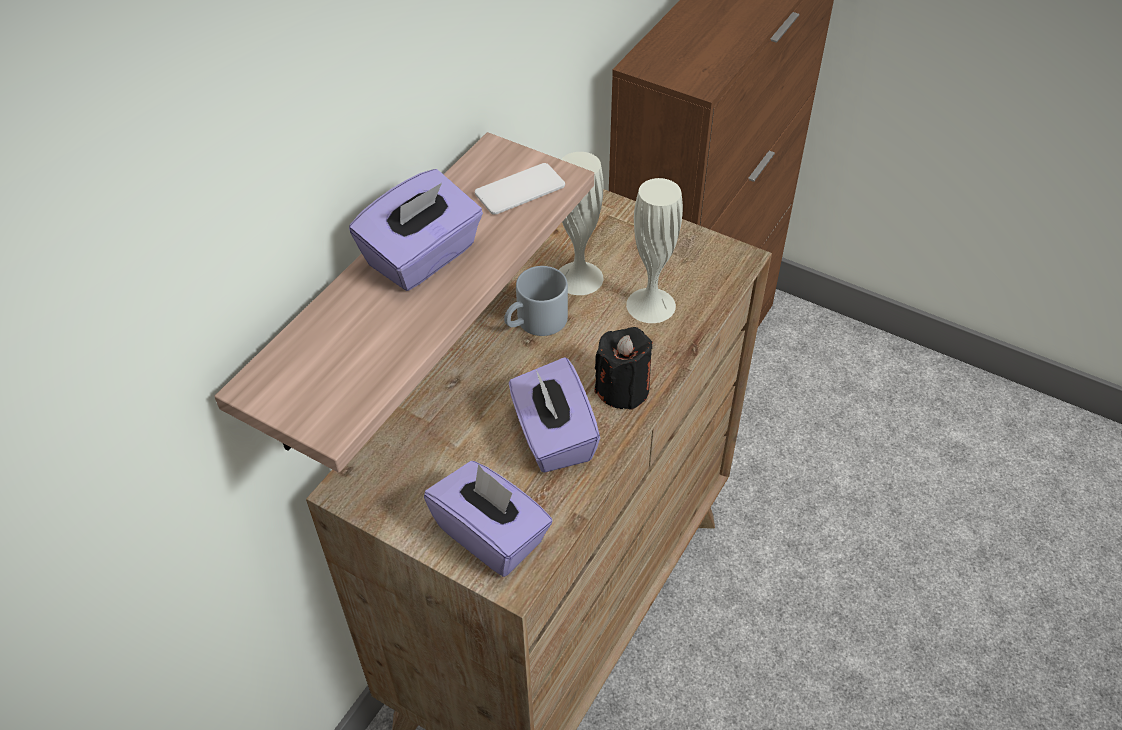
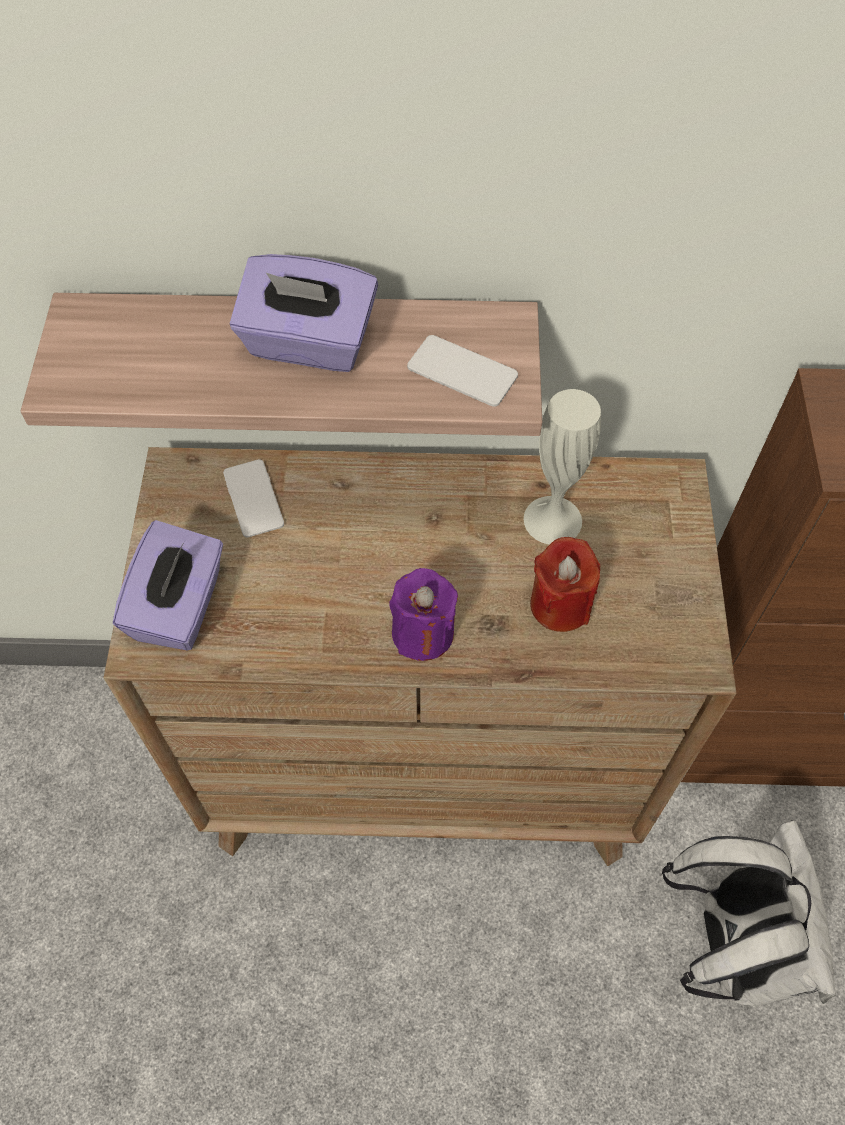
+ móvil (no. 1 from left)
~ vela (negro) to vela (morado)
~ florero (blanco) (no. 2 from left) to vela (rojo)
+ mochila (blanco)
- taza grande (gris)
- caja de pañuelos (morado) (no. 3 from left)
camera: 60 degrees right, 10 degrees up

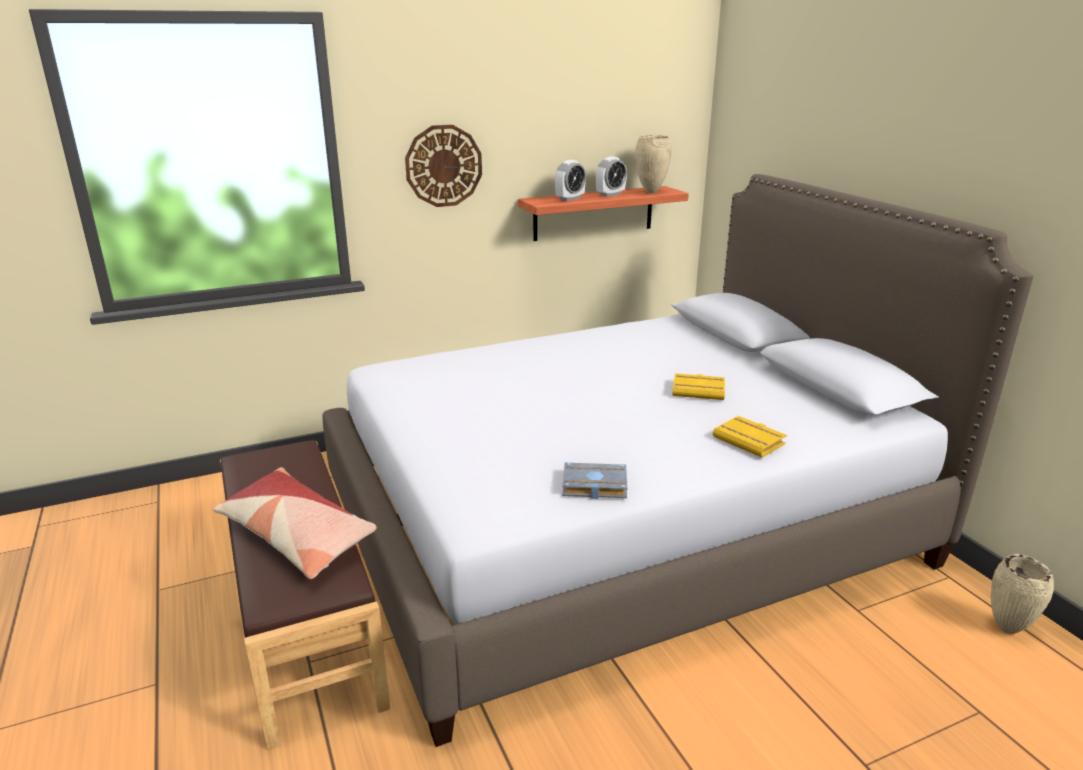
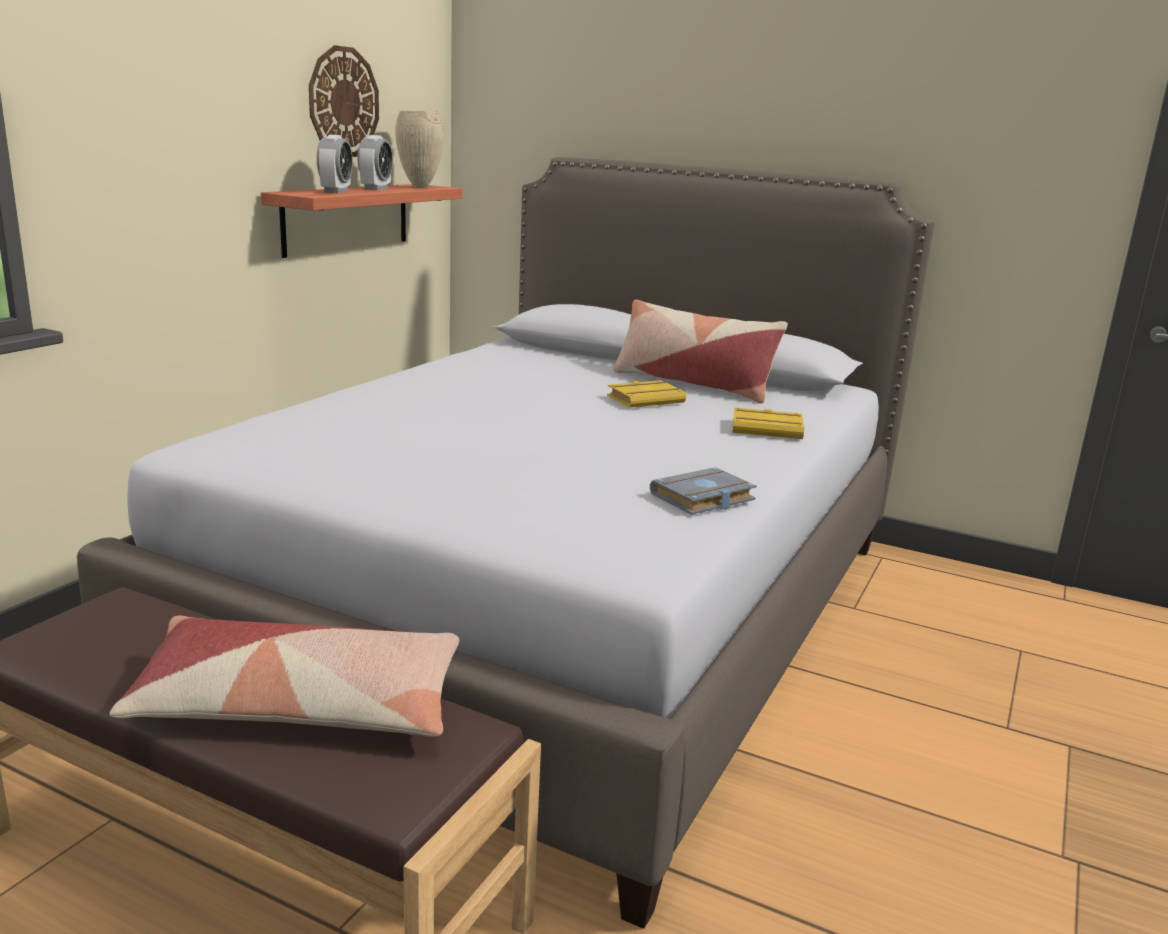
~ reloj de pared
+ cojín (no. 2 from left)
- florero (beis) (no. 2 from left)
camera: 40 degrees left, 5 degrees down

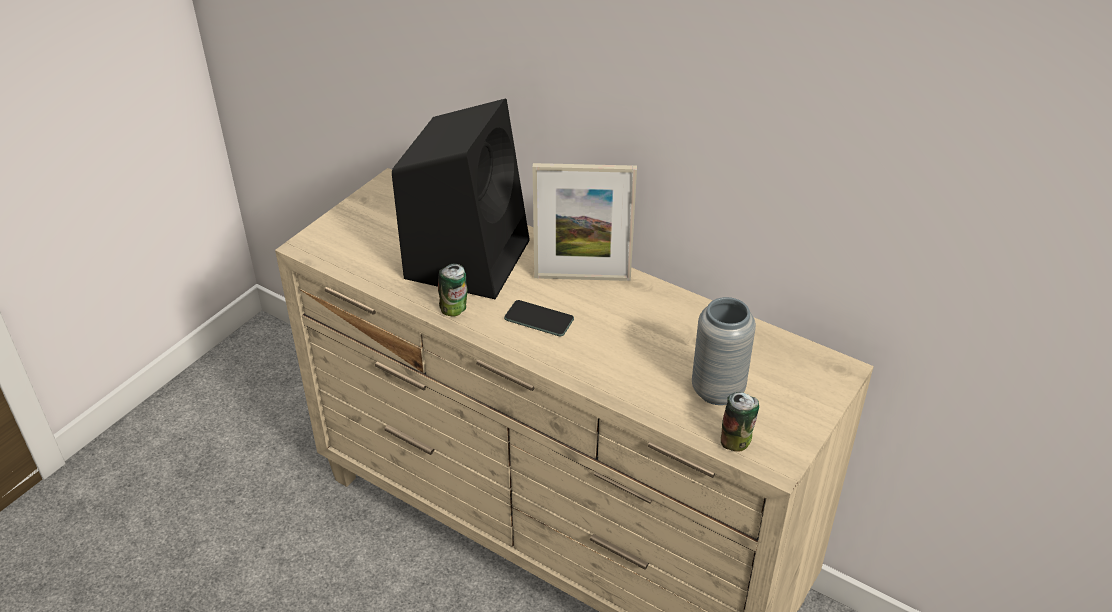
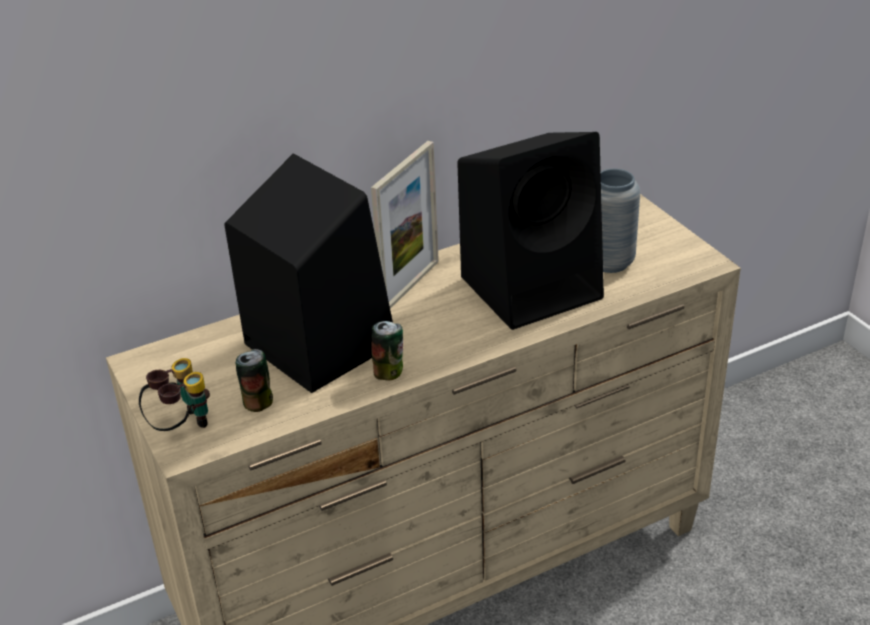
+ prismáticos
~ lata (no. 2 from left in the first image) to lata (no. 1 from left)
+ altavoz (negro) (no. 2 from left)
- móvil
camera: 60 degrees left, 5 degrees down

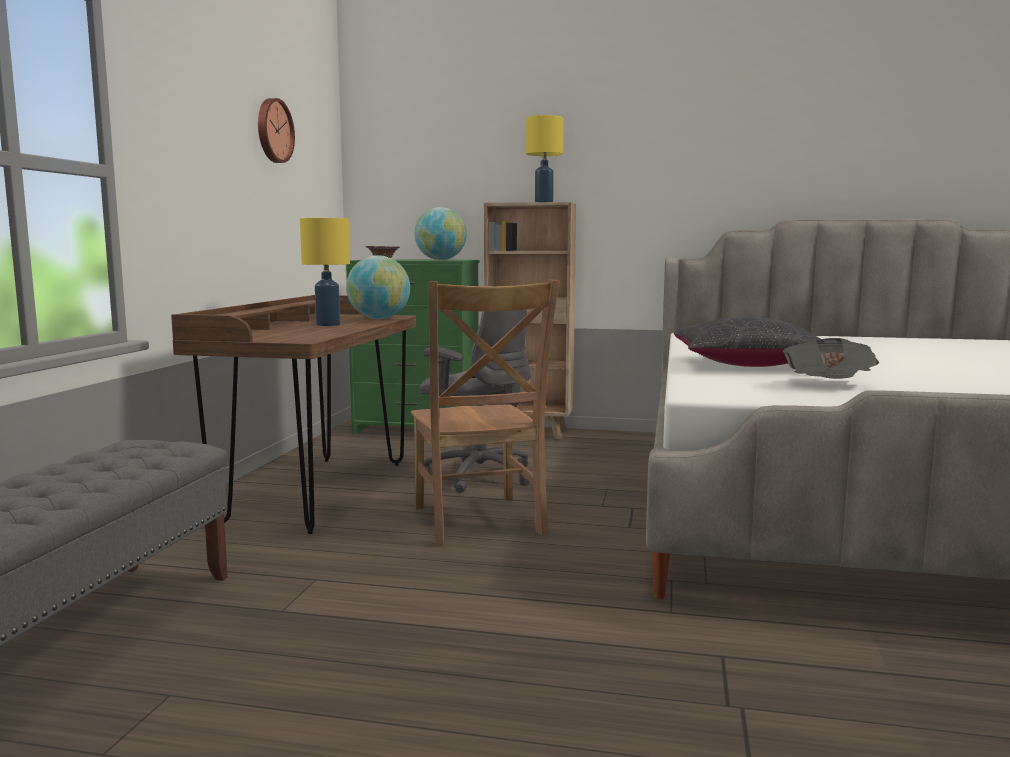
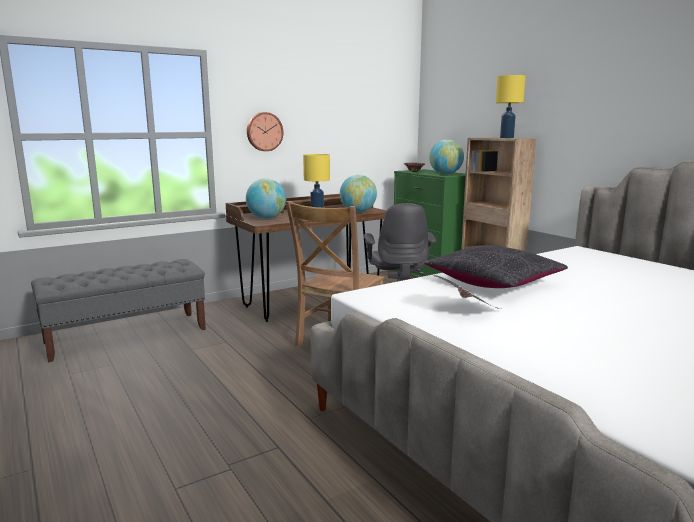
+ globo terráqueo (no. 1 from left)
~ reloj de pared
camera: 45 degrees right, 5 degrees up

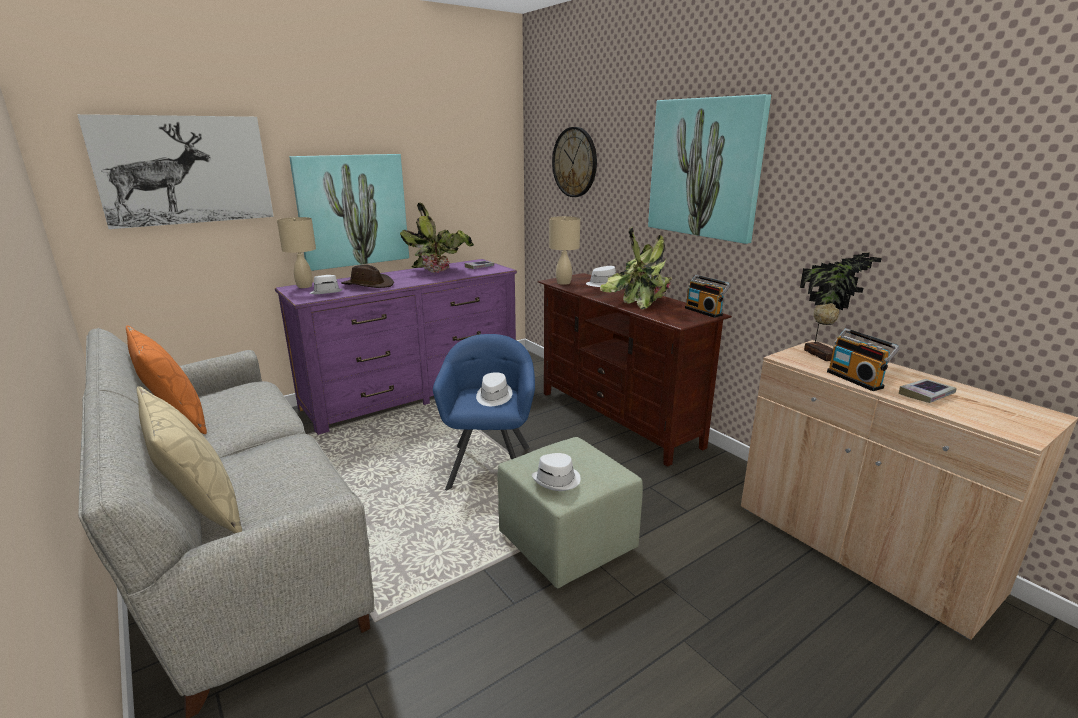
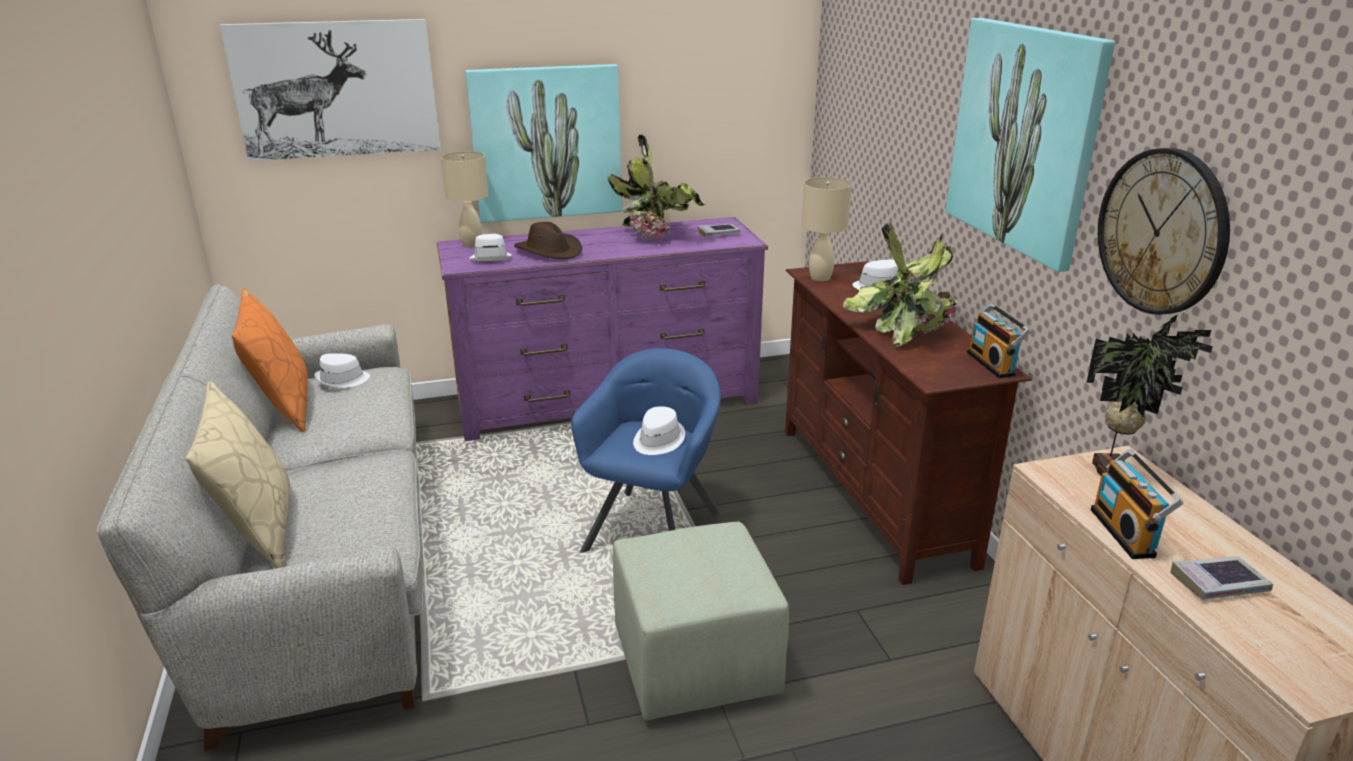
~ sombrero (blanco) (no. 3 from left in the first image) to sombrero (blanco) (no. 1 from left)
~ reloj de pared
camera: 20 degrees right, 5 degrees up

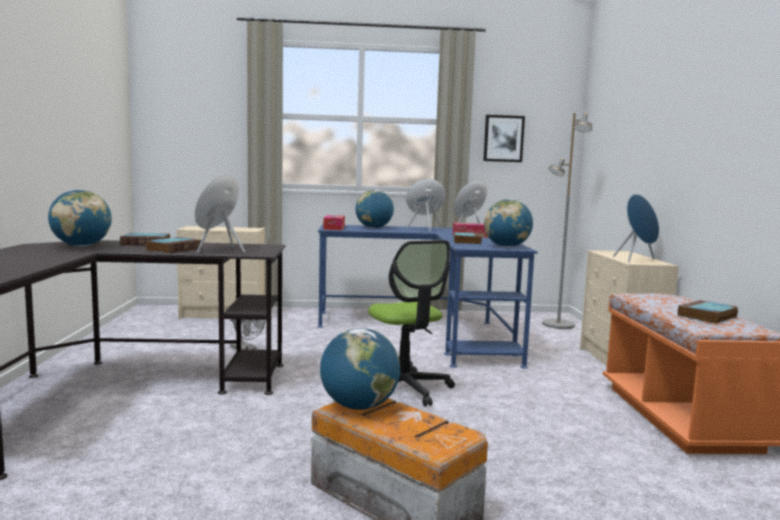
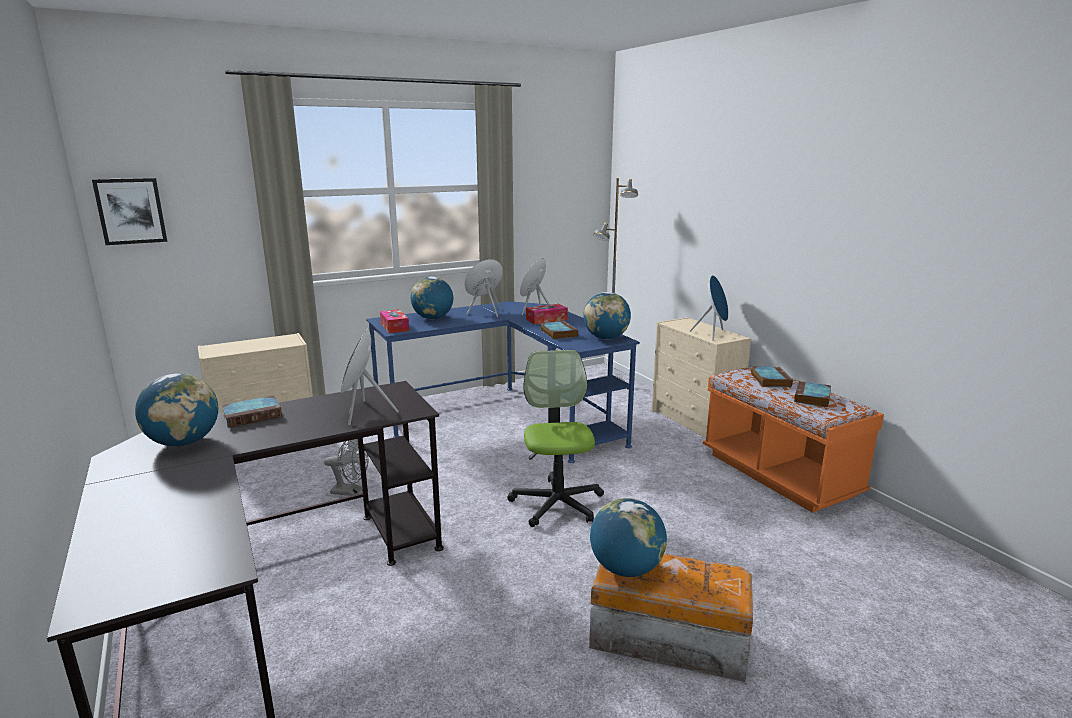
~ cuadro
~ silla de oficina 135 degrees counterclockwise
~ libro (no. 2 from left in the first image) to libro (no. 3 from left)
camera: 25 degrees left, 10 degrees up

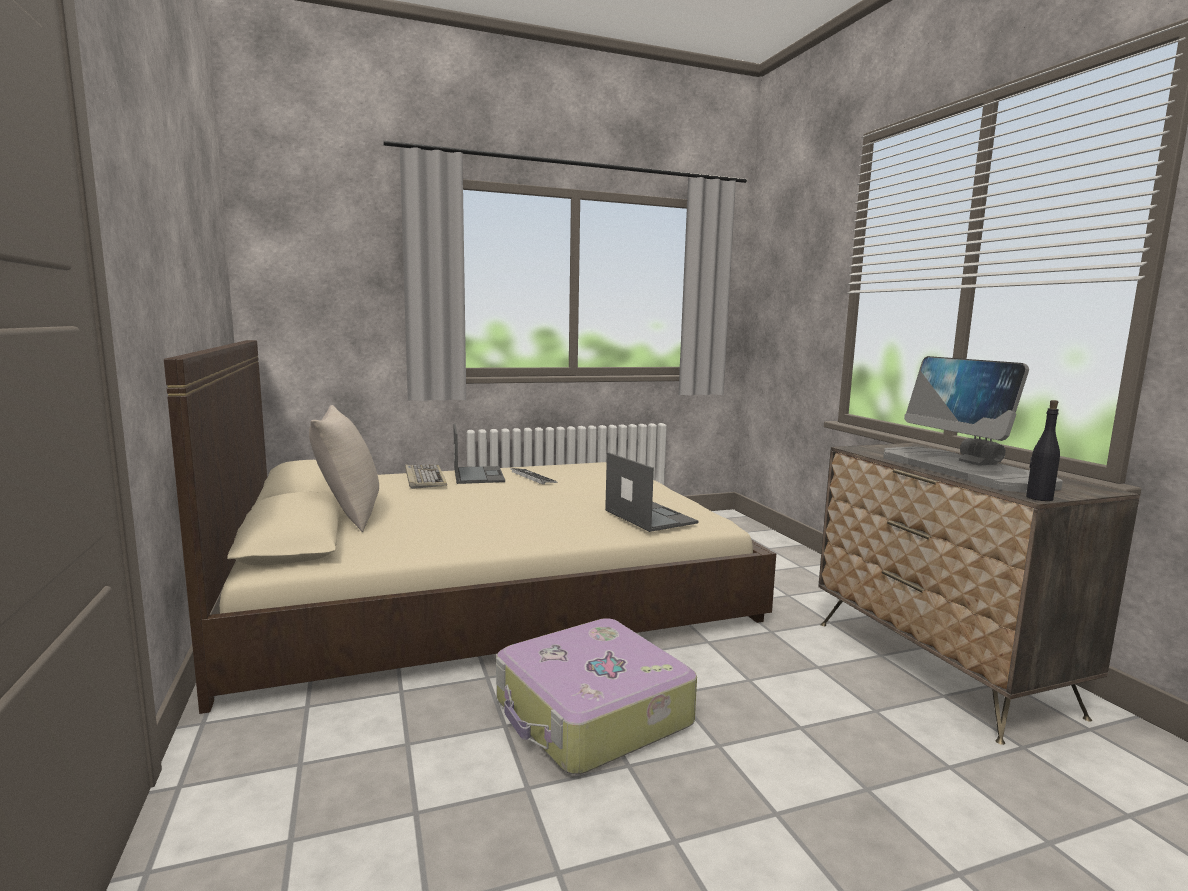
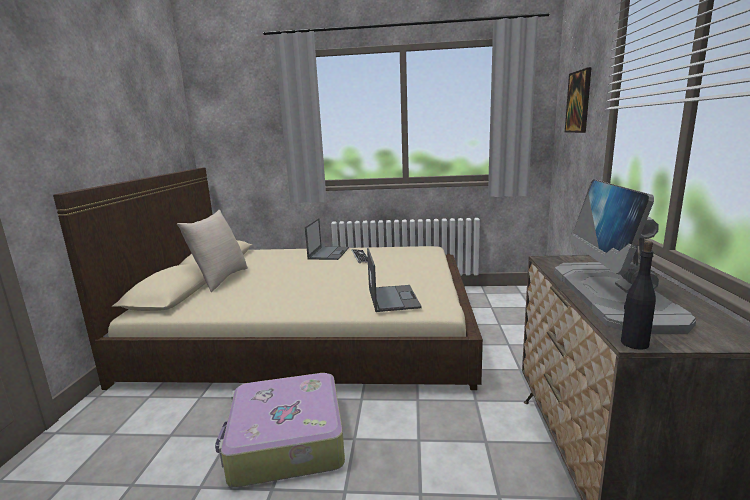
+ cuadro
- teclado (no. 1 from left)
camera: 25 degrees right, 5 degrees up

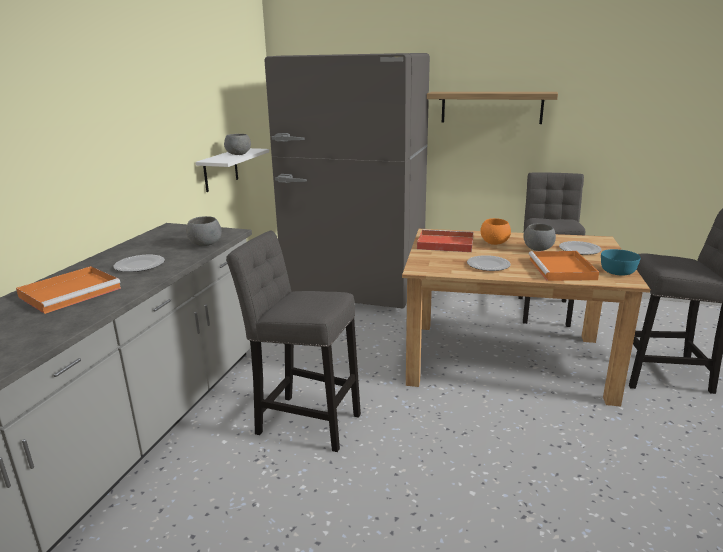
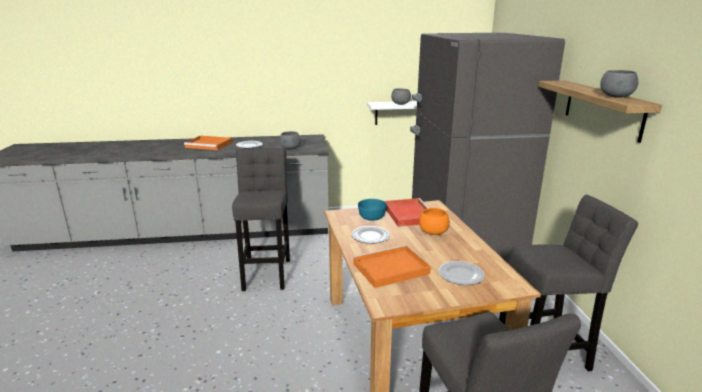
~ cuenco (turquesa)
~ cuenco (gris) (no. 3 from left)
camera: 65 degrees right, 0 degrees up

